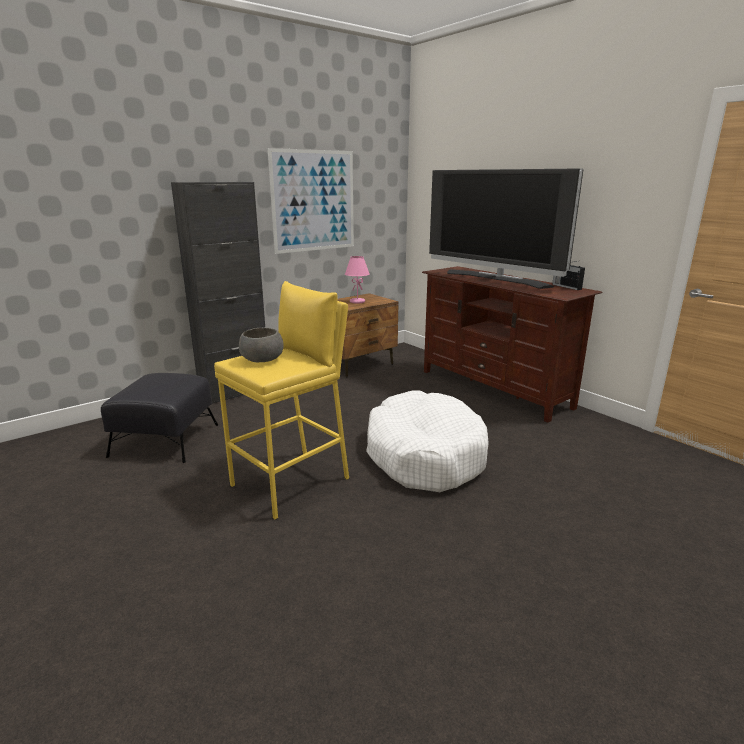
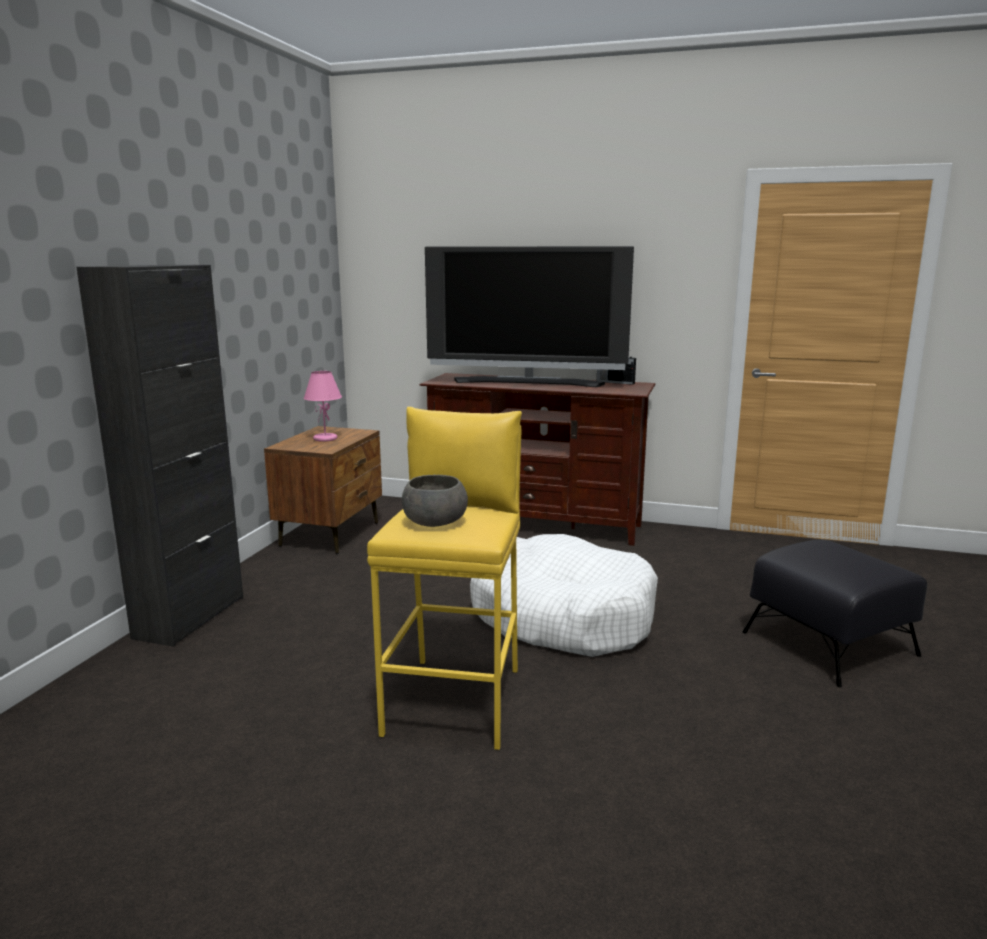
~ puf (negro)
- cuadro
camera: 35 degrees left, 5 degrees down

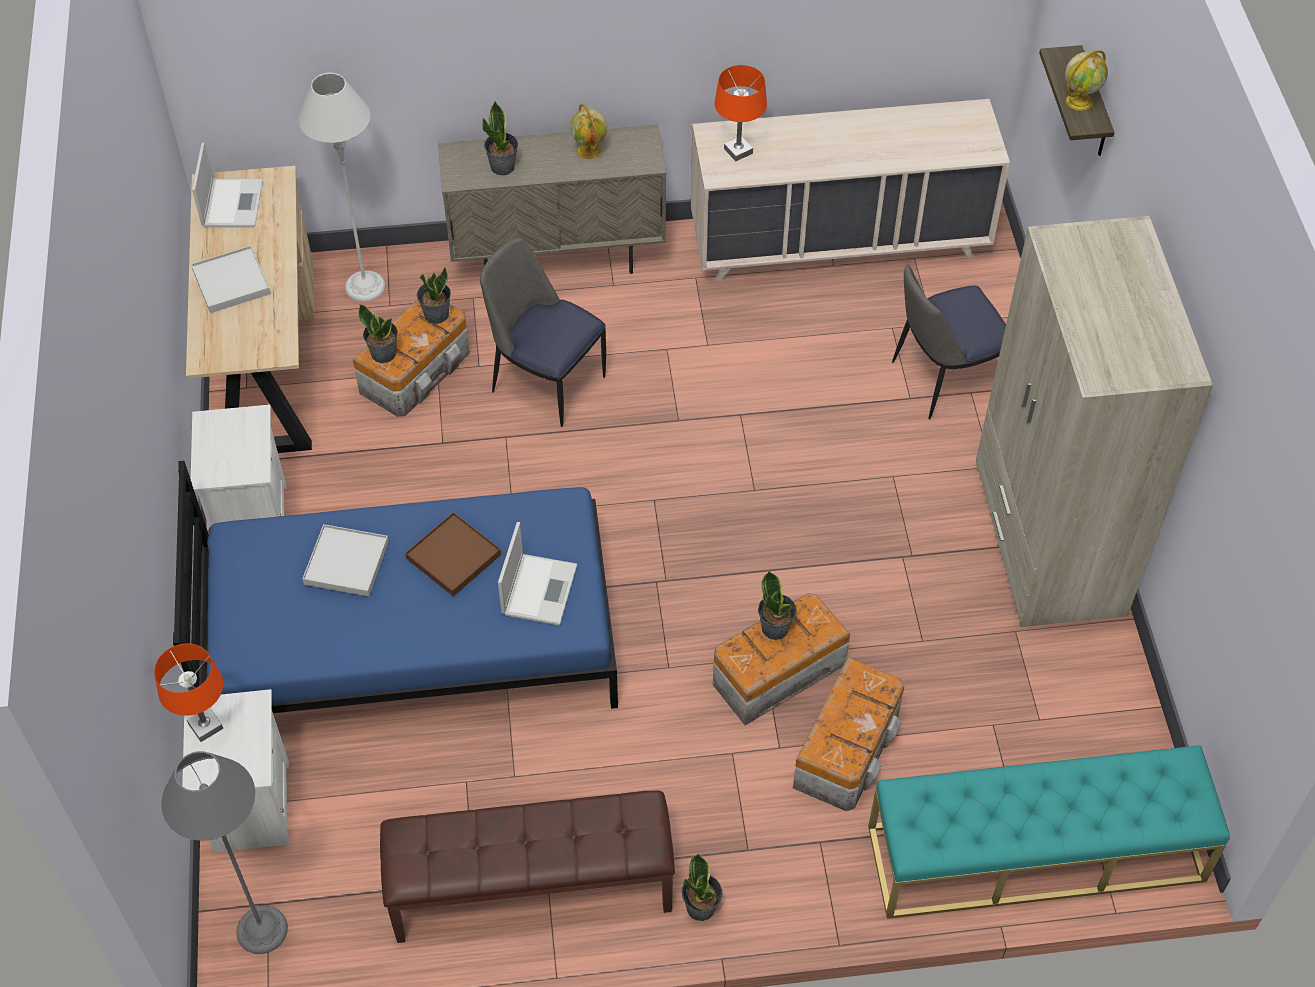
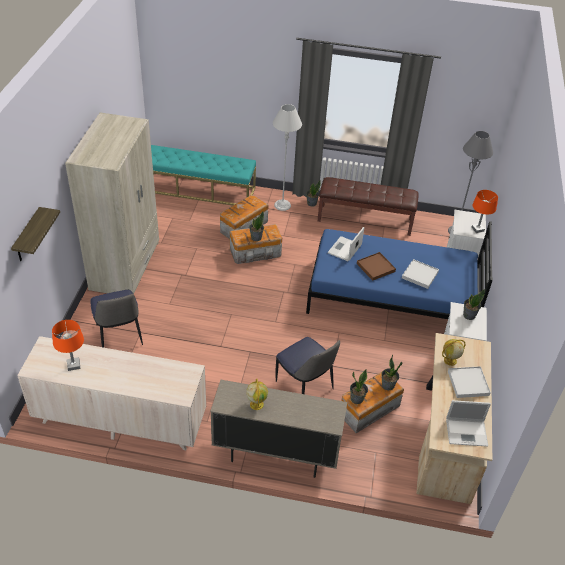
~ lámpara de mesa (naranja) (no. 2 from left in the first image) to lámpara de mesa (naranja) (no. 1 from left)
~ silla (no. 2 from left in the first image) 75 degrees clockwise
~ lámpara de pie (gris) (no. 2 from left in the first image) to lámpara de pie (gris) (no. 1 from left)
~ globo terráqueo (no. 2 from left)
~ portátil (no. 1 from left in the first image) 105 degrees counterclockwise
~ planta en maceta (no. 3 from left in the first image) to planta en maceta (no. 5 from left)
camera: 165 degrees left, 10 degrees down

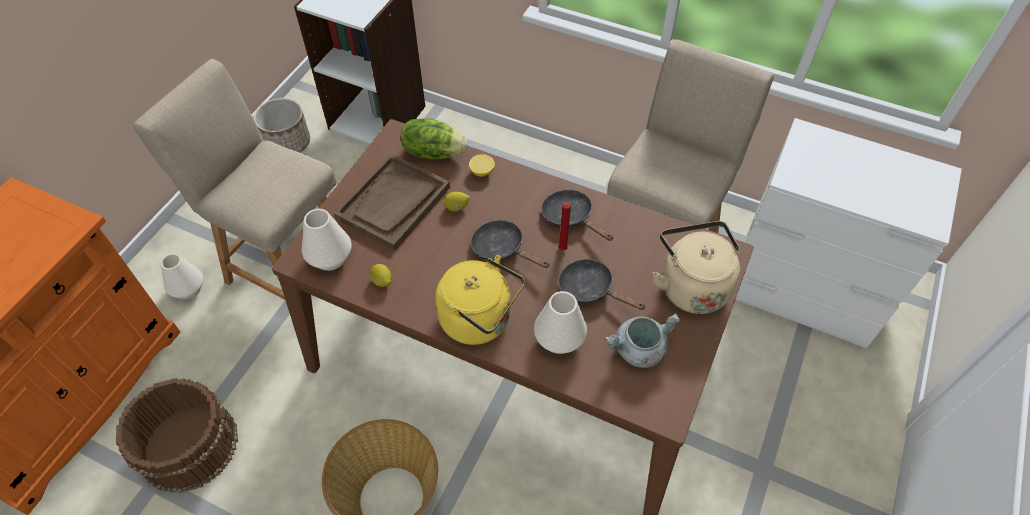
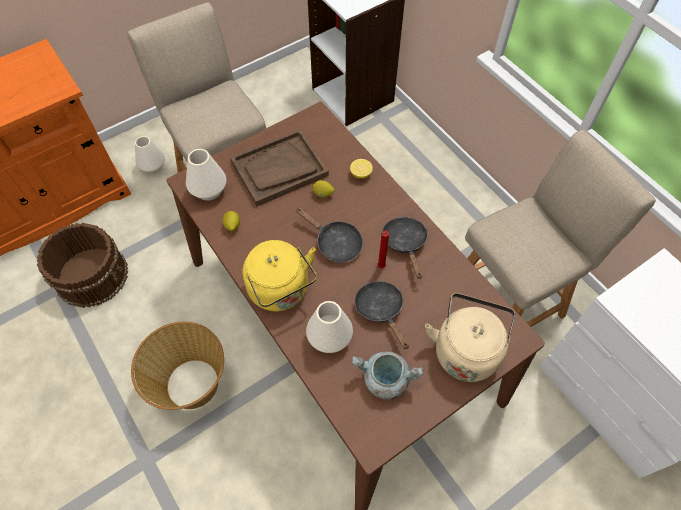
~ sartén (negro) (no. 1 from left) 150 degrees clockwise
- maceta
- lechuga
camera: 30 degrees right, 5 degrees up

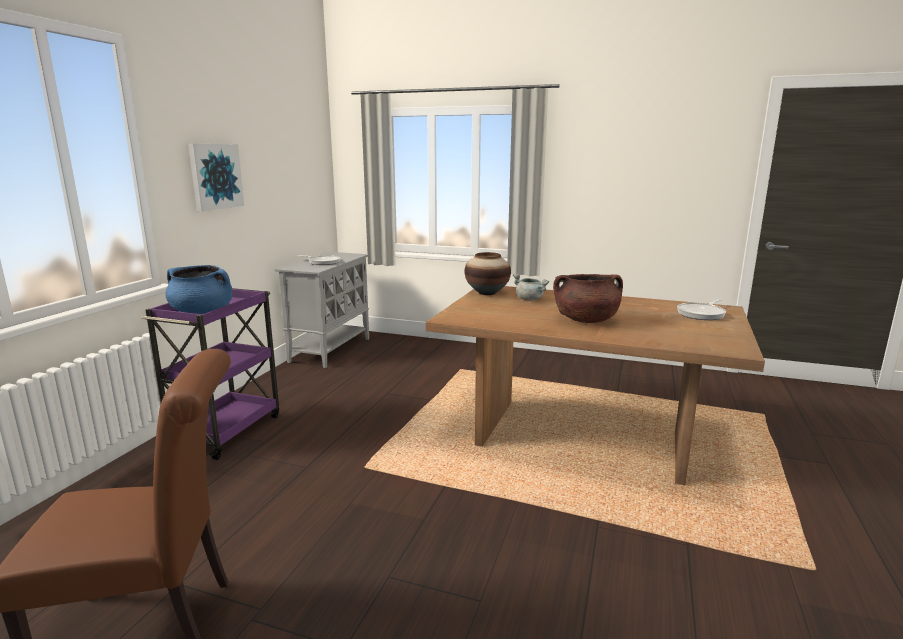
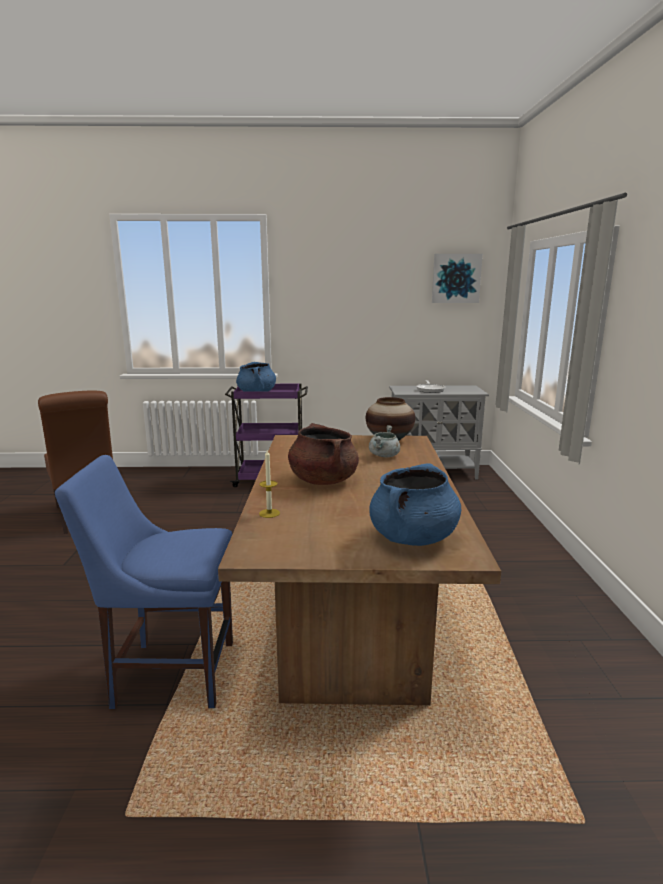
+ silla (azul)
+ vela
~ sartén (no. 2 from left) to olla (azul) (no. 2 from left)
~ cuadro
camera: 70 degrees right, 0 degrees up

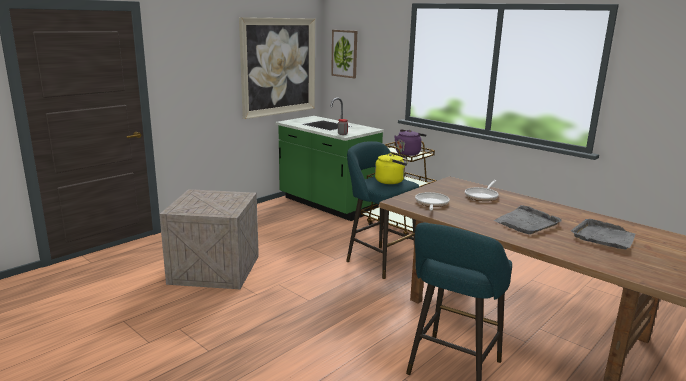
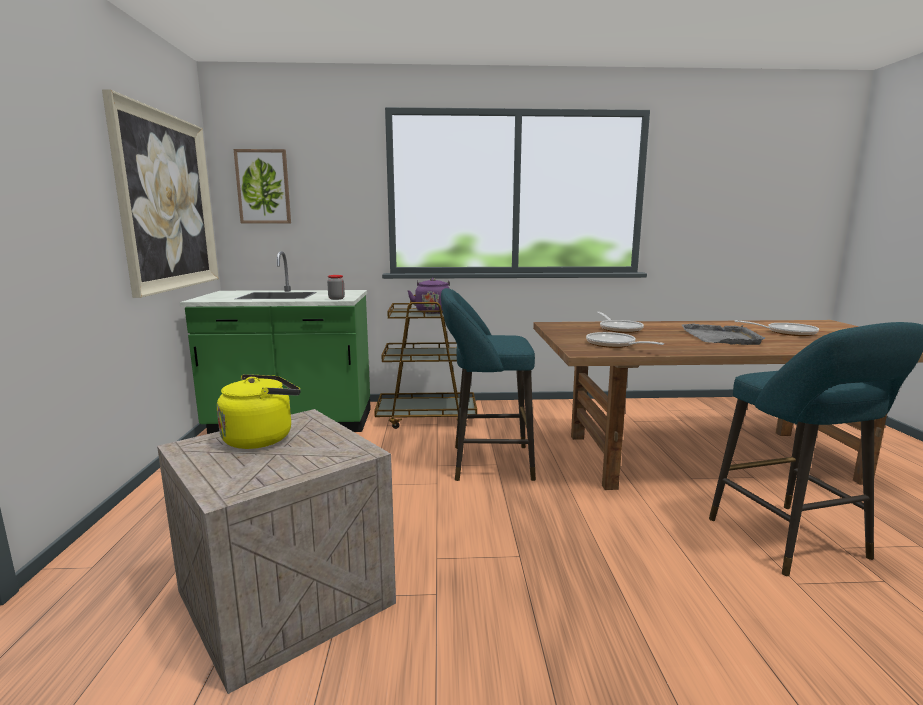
~ hervidor (amarillo)
~ bandeja (gris) (no. 2 from left) to sartén (no. 3 from left)
camera: 45 degrees left, 5 degrees down

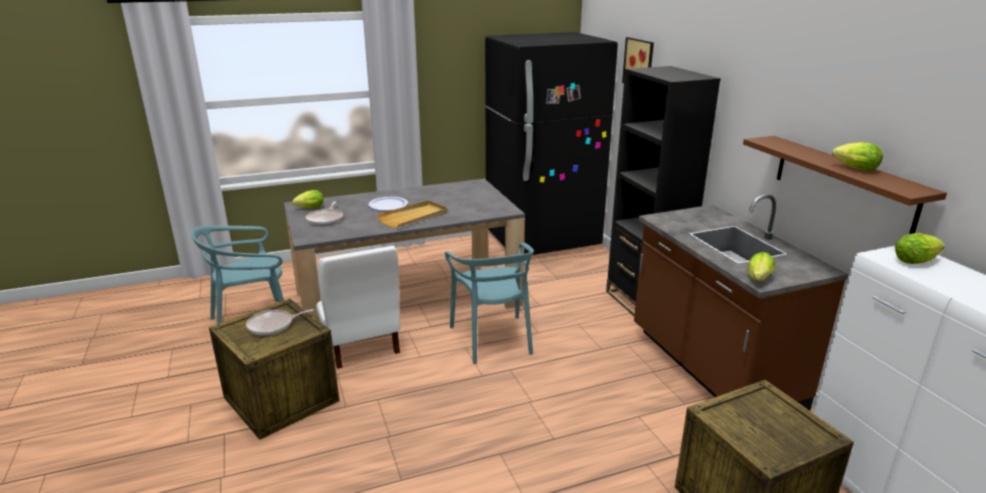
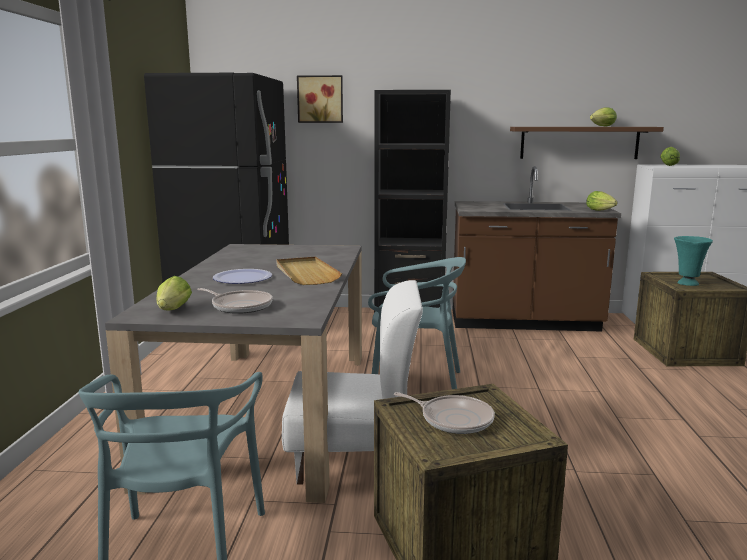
~ sartén (no. 1 from left in the first image) 60 degrees counterclockwise
+ florero (turquesa)
camera: 65 degrees left, 10 degrees down

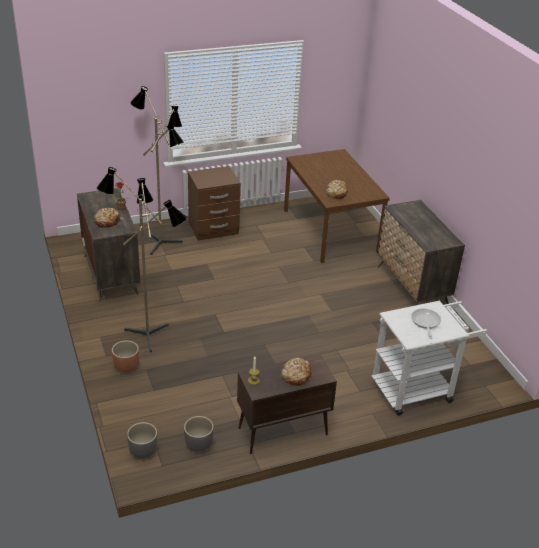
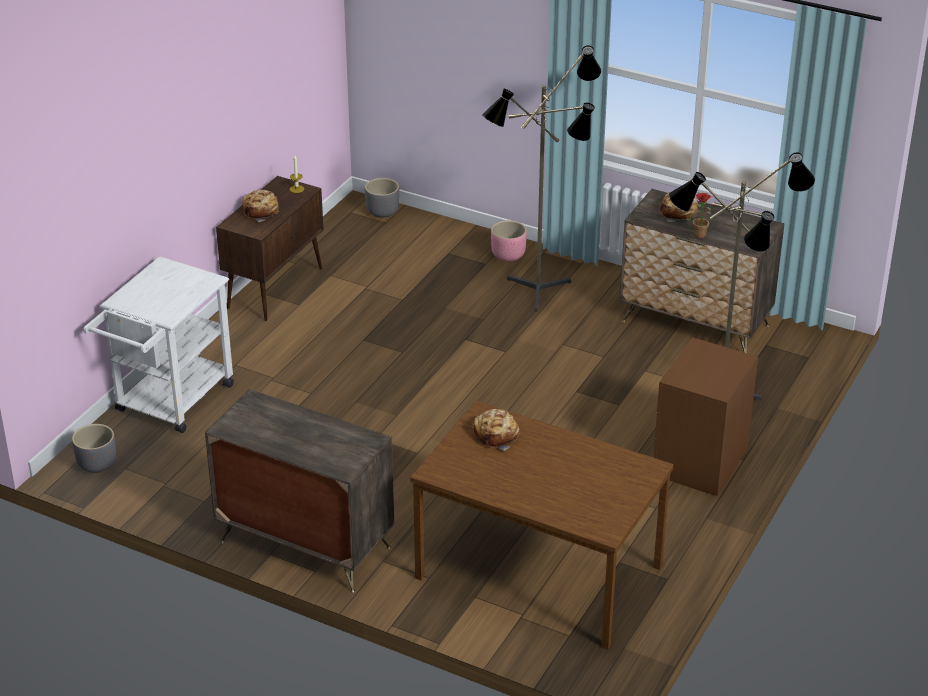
~ maceta (gris) (no. 2 from left in the first image) to maceta (gris) (no. 1 from left)
~ maceta (marrón) to maceta (rosa)
- sartén
camera: 140 degrees right, 0 degrees up

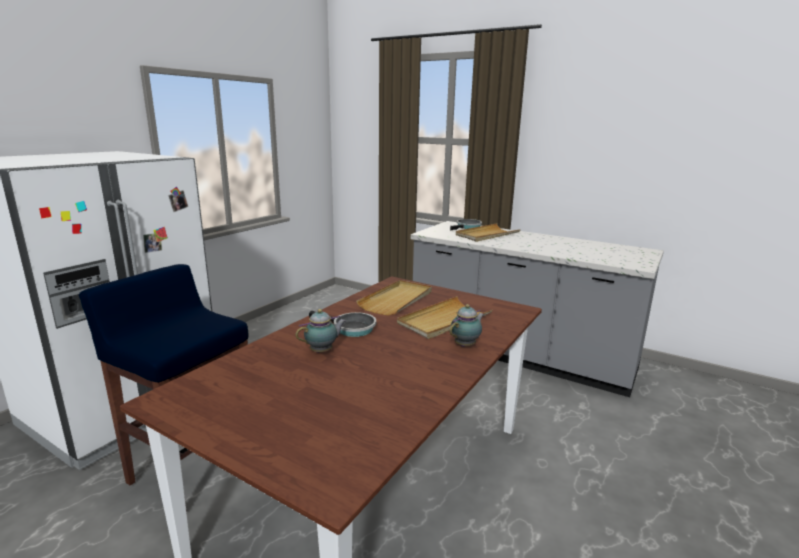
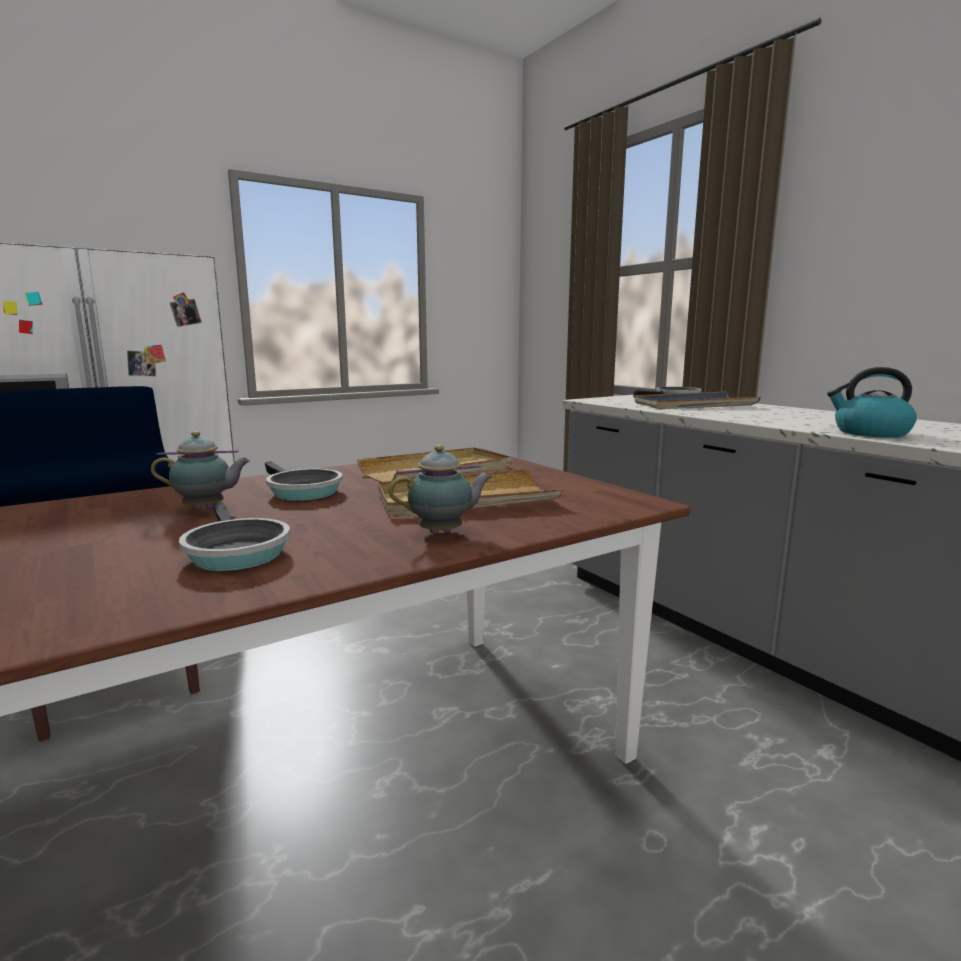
+ sartén (no. 1 from left)
~ bandeja (beis) (no. 3 from left) to bandeja (azul)
+ hervidor
camera: 25 degrees right, 5 degrees down

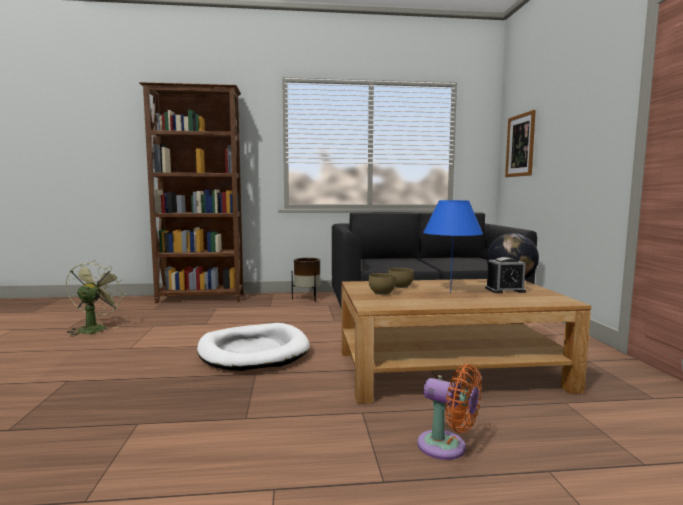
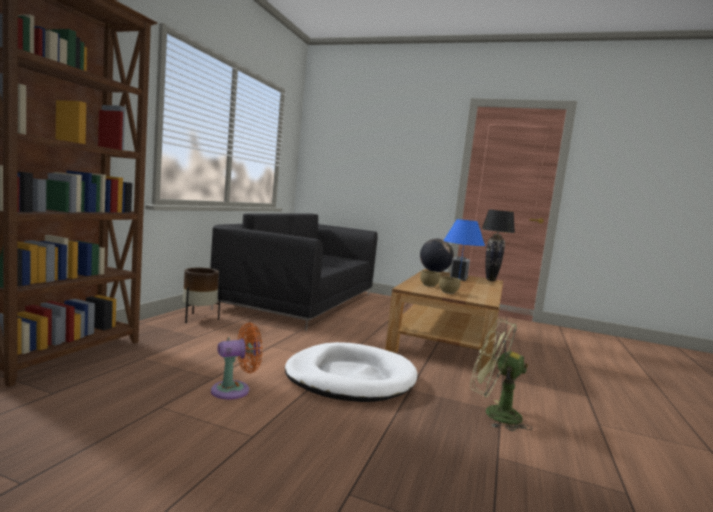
~ ventilador (naranja)
~ ventilador (verde)
+ lámpara de mesa (negro)
- cuadro
camera: 65 degrees left, 0 degrees up

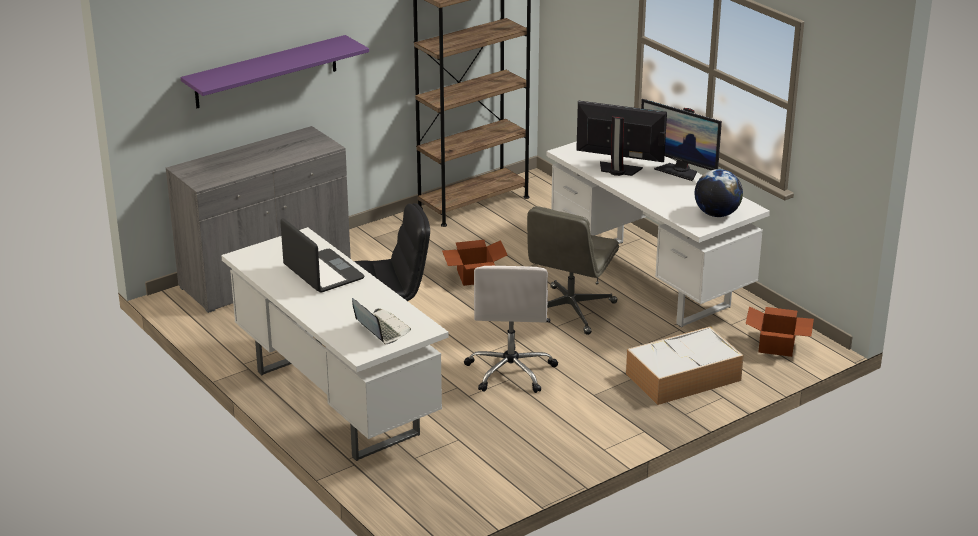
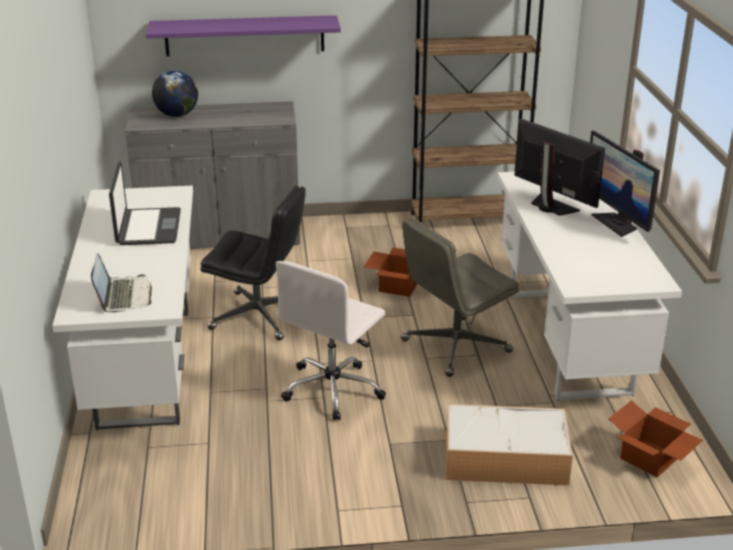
~ globo terráqueo
camera: 30 degrees right, 0 degrees up

